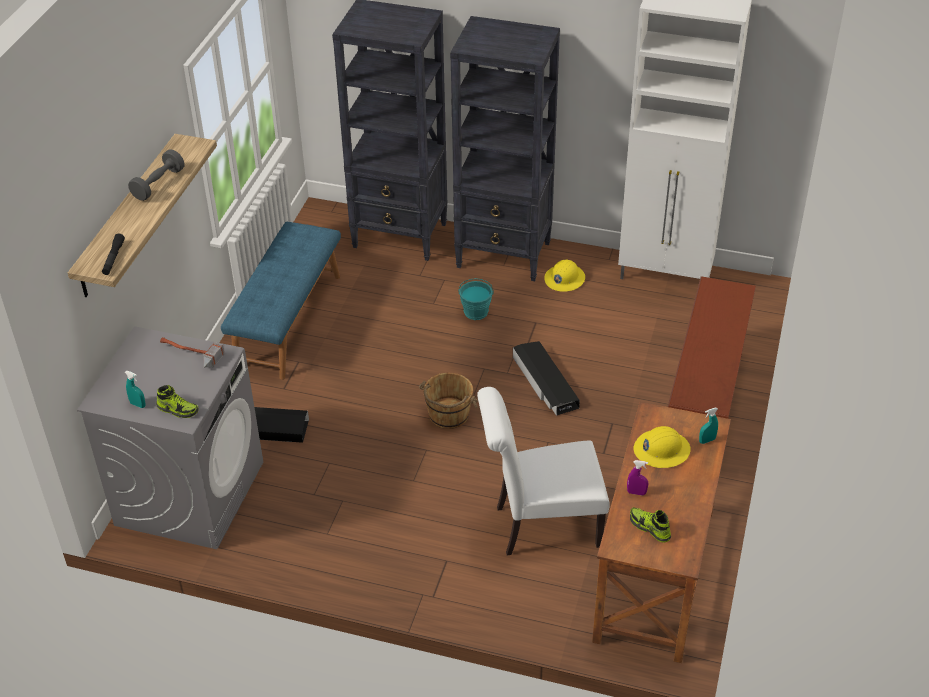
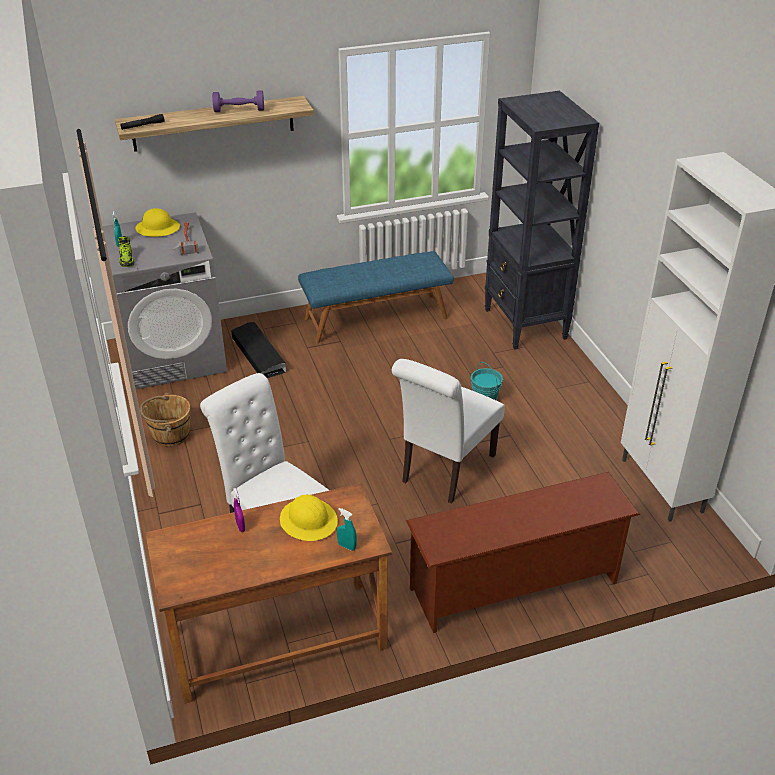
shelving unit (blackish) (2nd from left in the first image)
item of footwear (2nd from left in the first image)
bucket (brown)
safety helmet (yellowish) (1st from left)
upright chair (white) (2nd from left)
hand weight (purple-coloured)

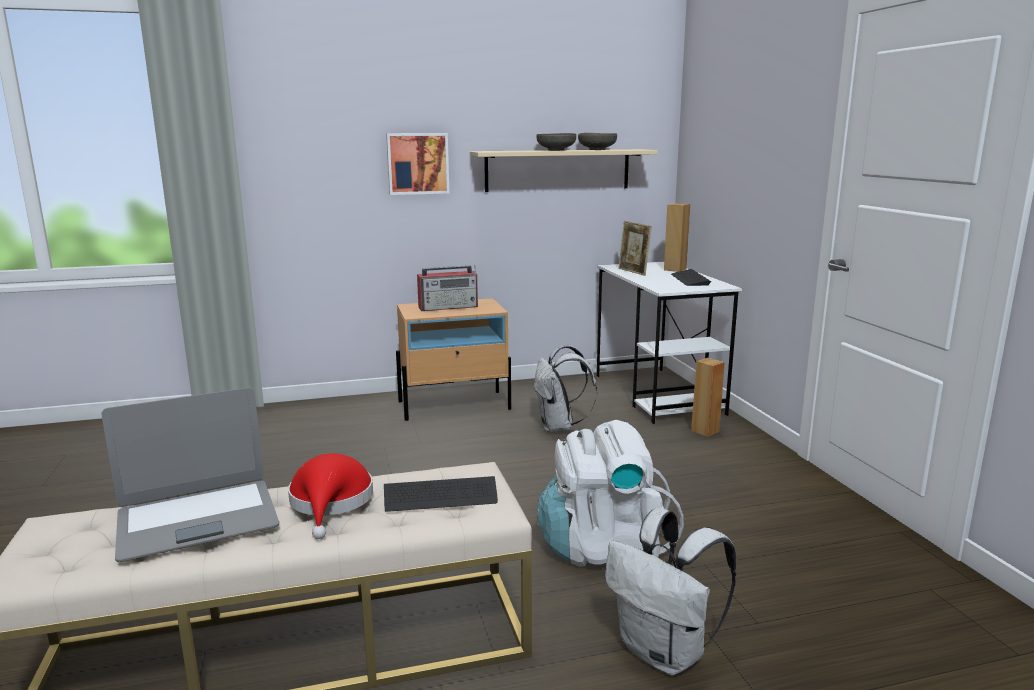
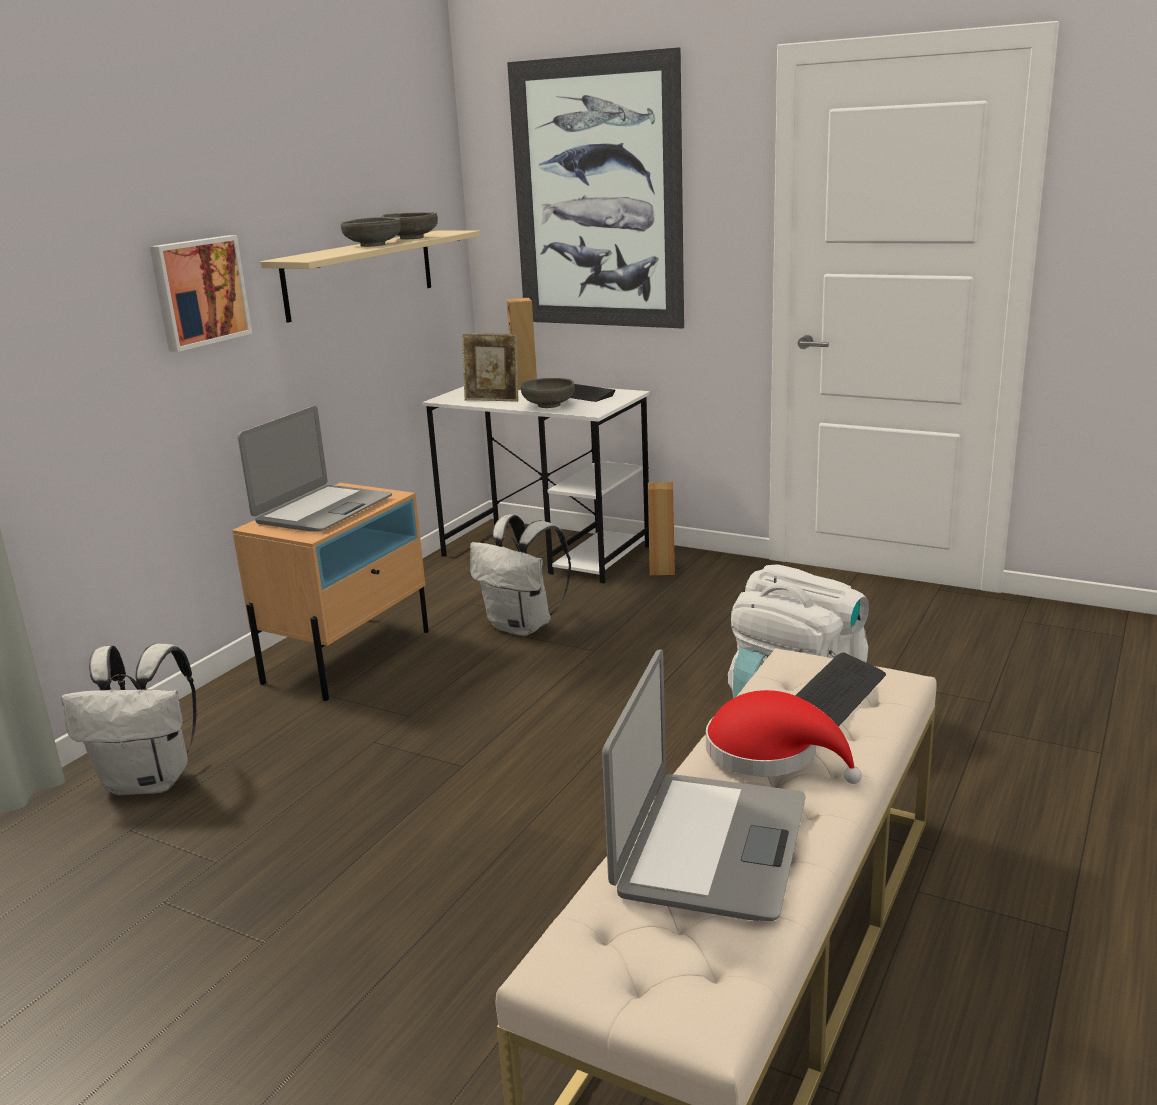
wall art (2nd from left)
bowl (greyish) (3rd from left)
knapsack (white) (1st from left)
laptop (1st from left)

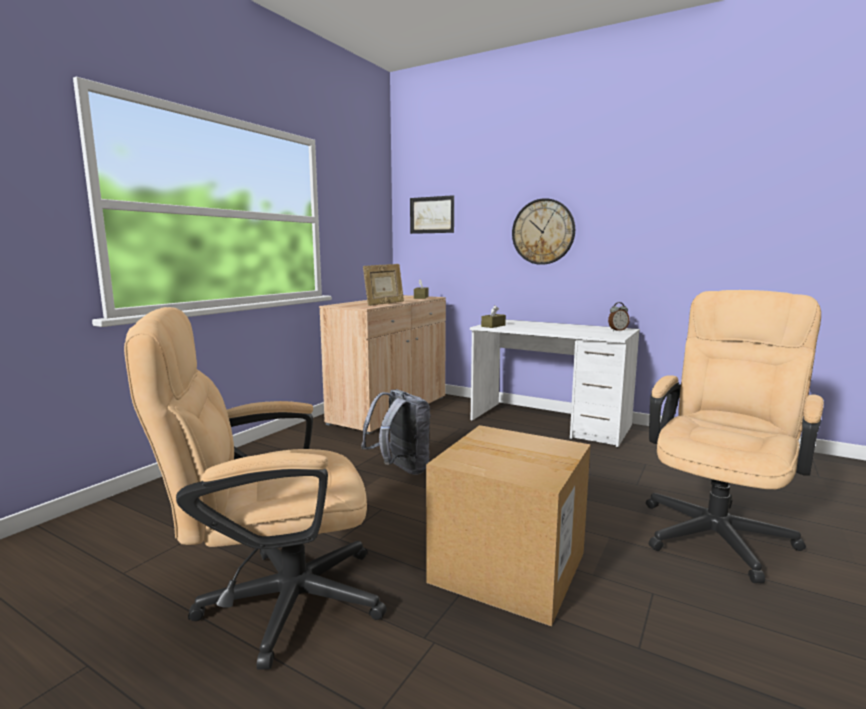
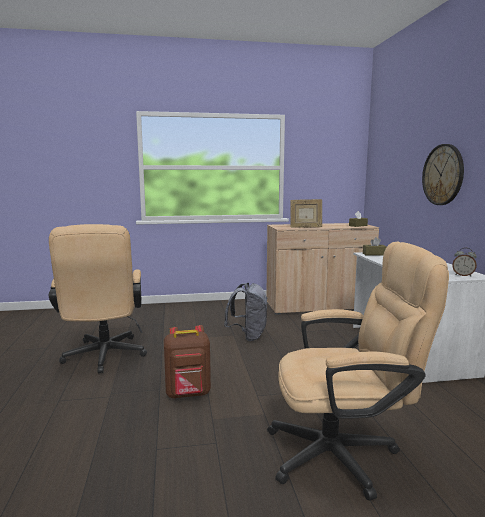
wall art
knapsack (brown)
desk chair (sand-coloured) (1st from left)

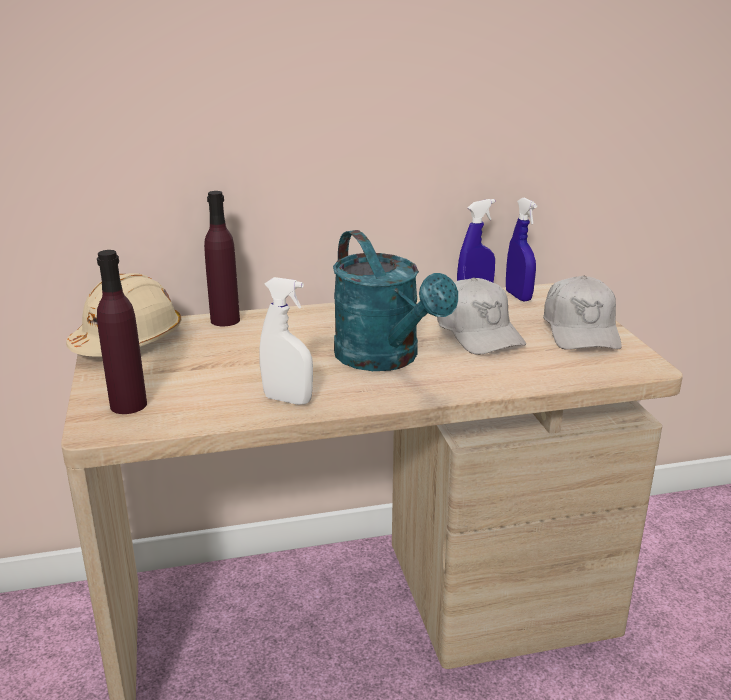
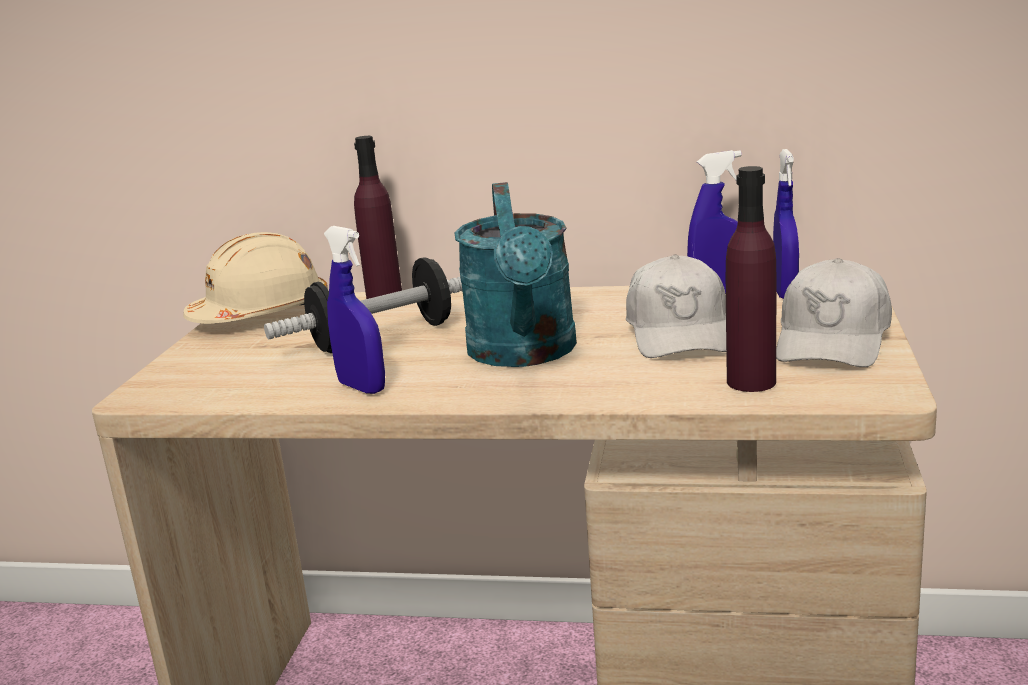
hand weight
bottle (purple-coloured) (2nd from left)
sprayer (blue-coloured) (1st from left)

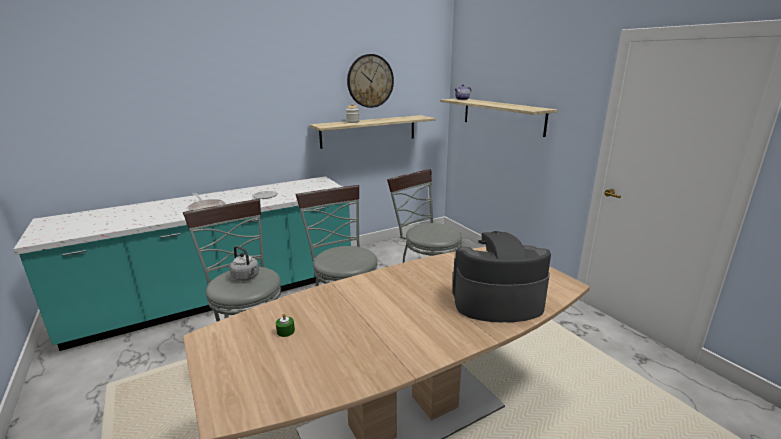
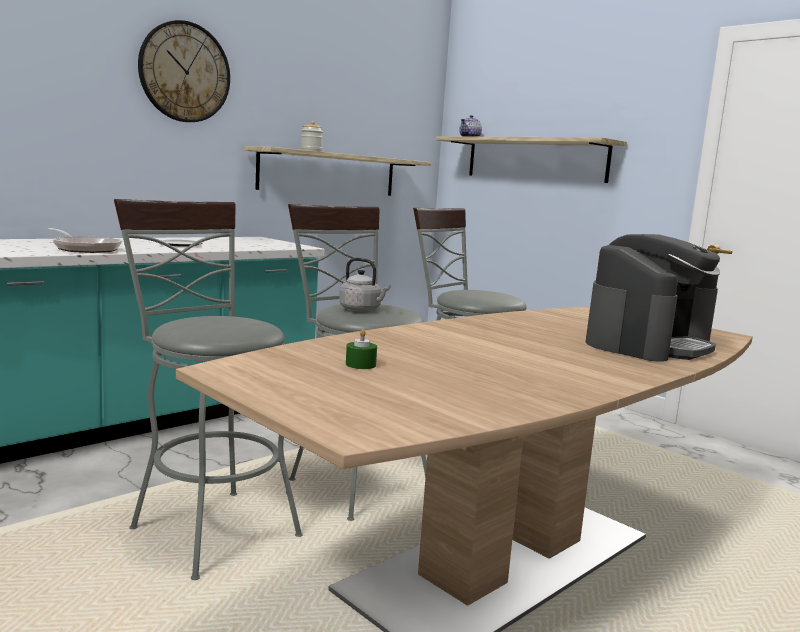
kettle (greyish)
clock on the wall
coffee brewer

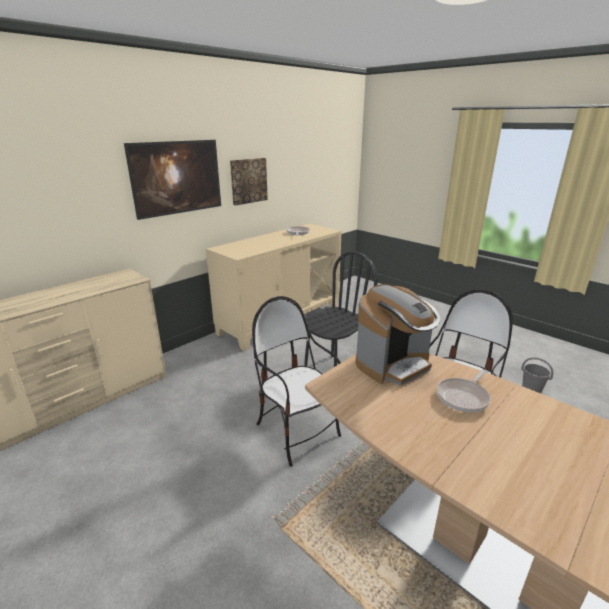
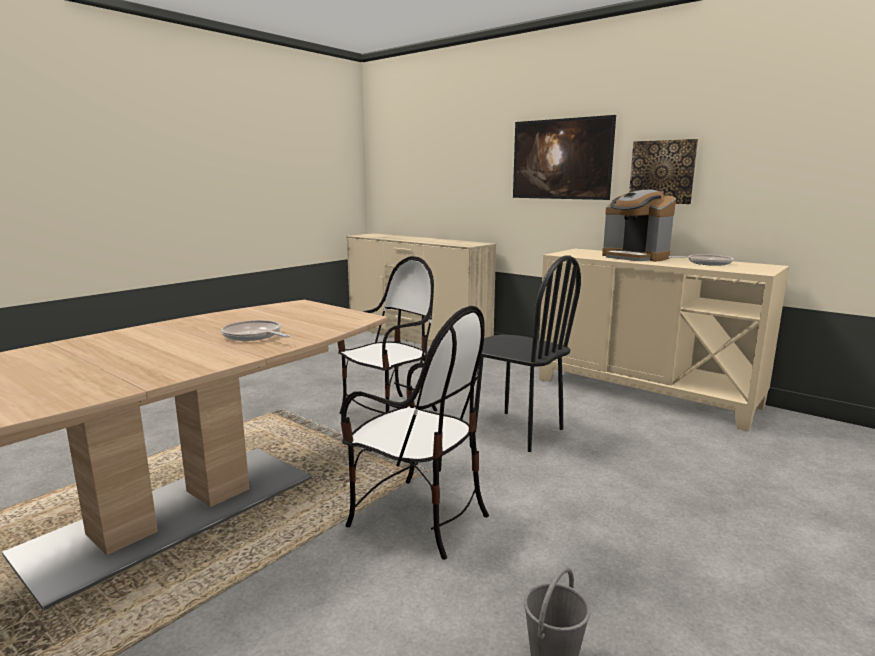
coffee brewer

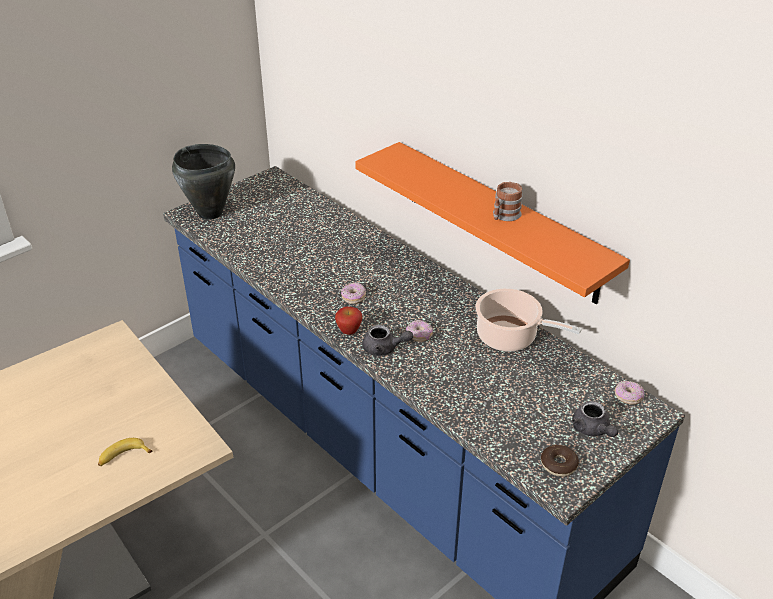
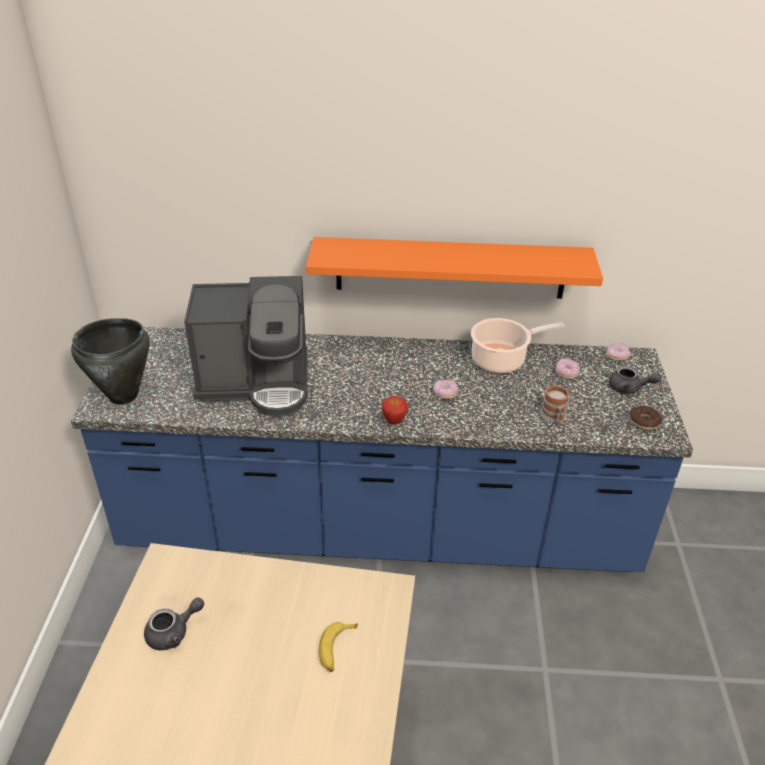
coffee brewer
ring doughnut (2nd from left)
pot for tea (greyish) (1st from left)
tea mug

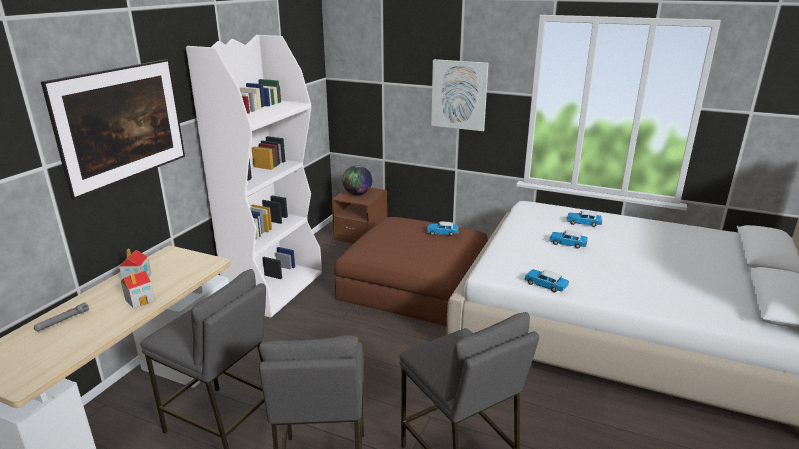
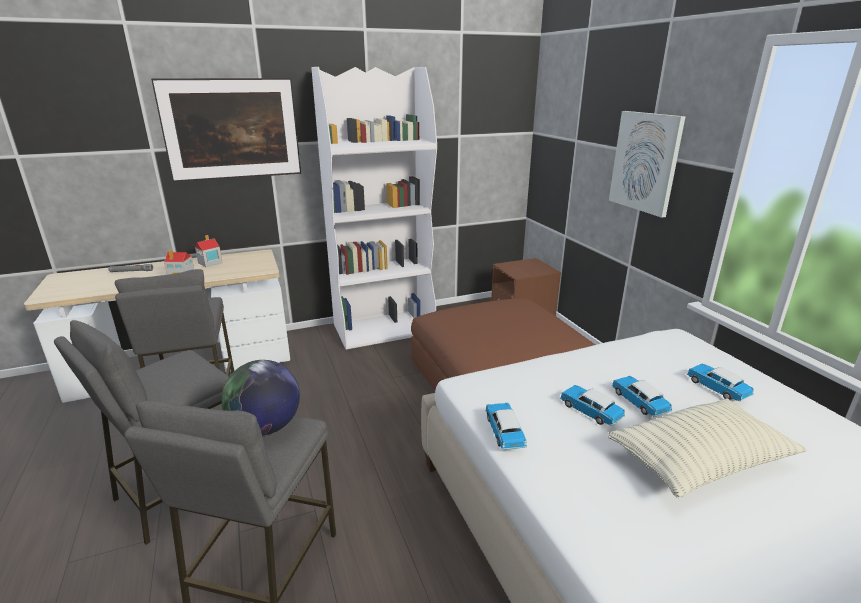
pillow
desk globe
model car (2nd from left)

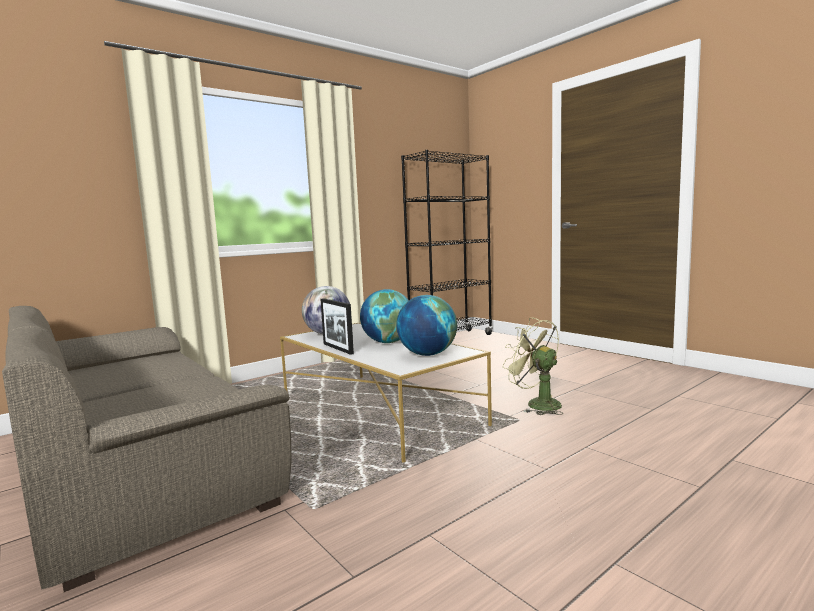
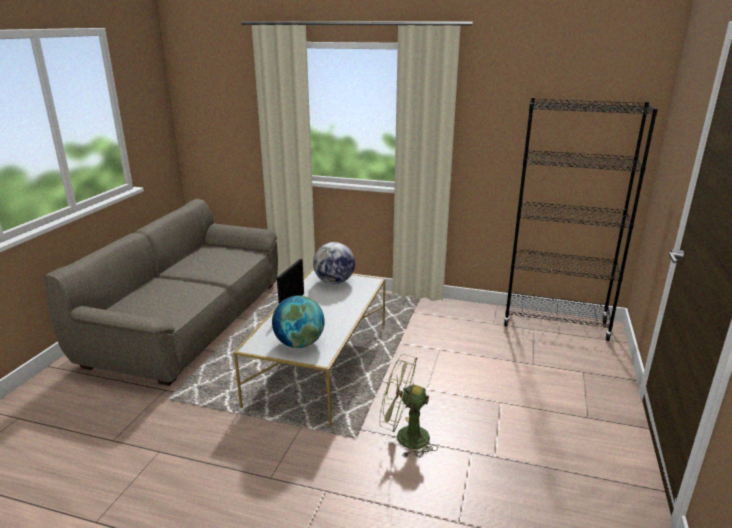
desk globe (2nd from left in the first image)
cooling fan (green)

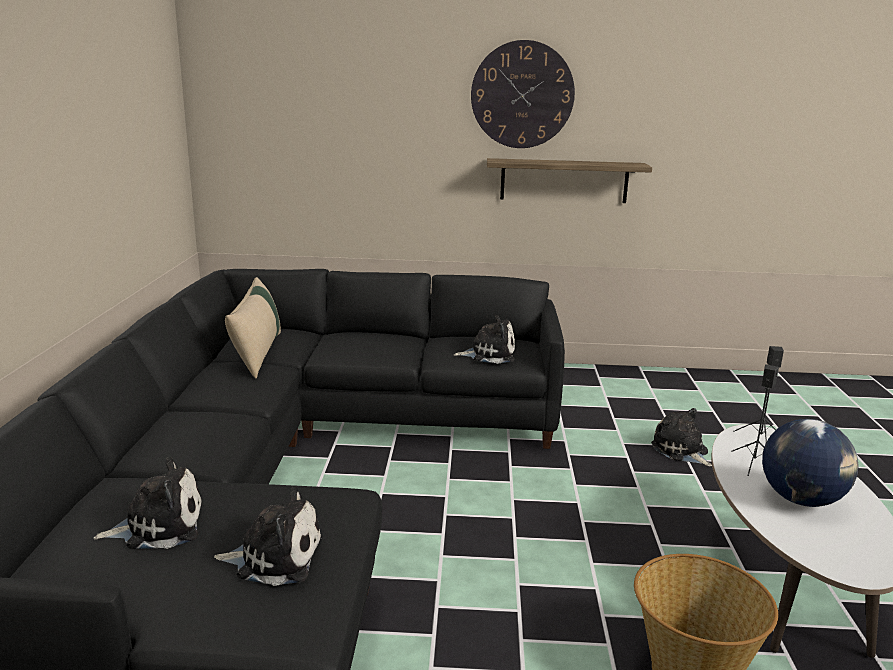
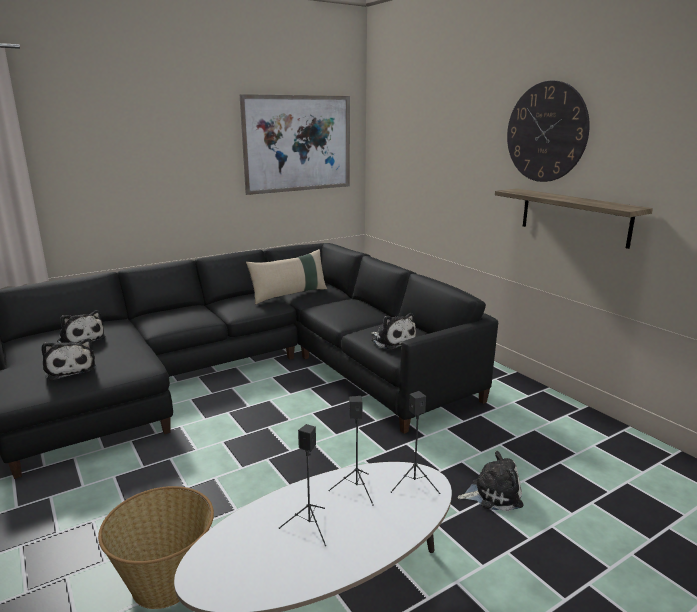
wall art
audio speaker (blackish) (1st from left)
plush toy (4th from left)

